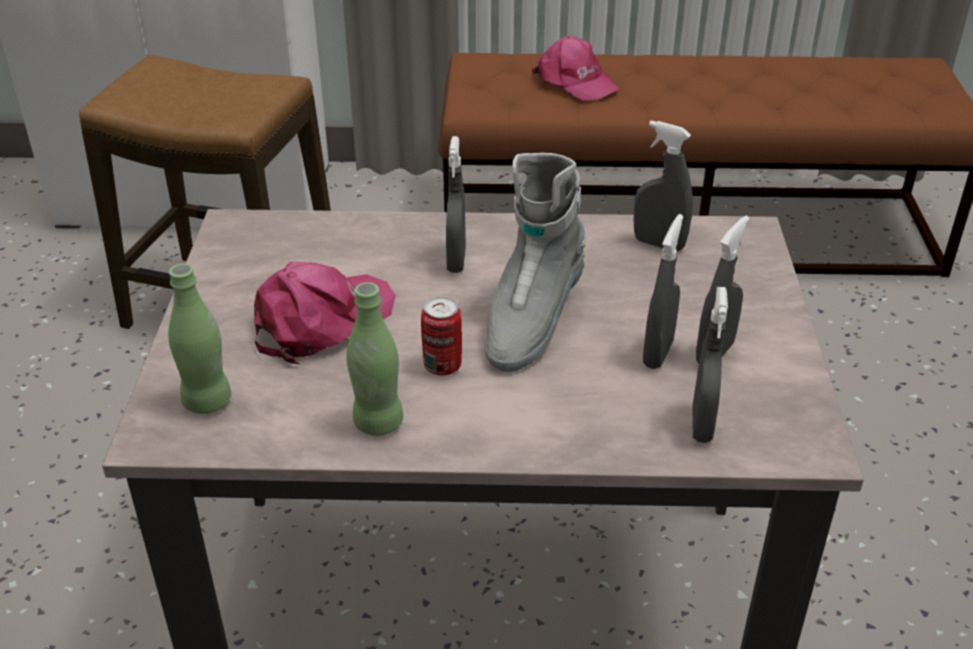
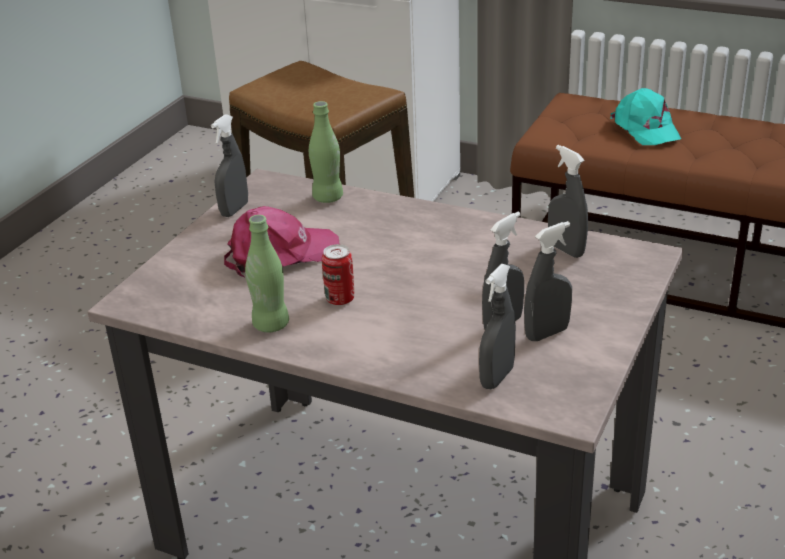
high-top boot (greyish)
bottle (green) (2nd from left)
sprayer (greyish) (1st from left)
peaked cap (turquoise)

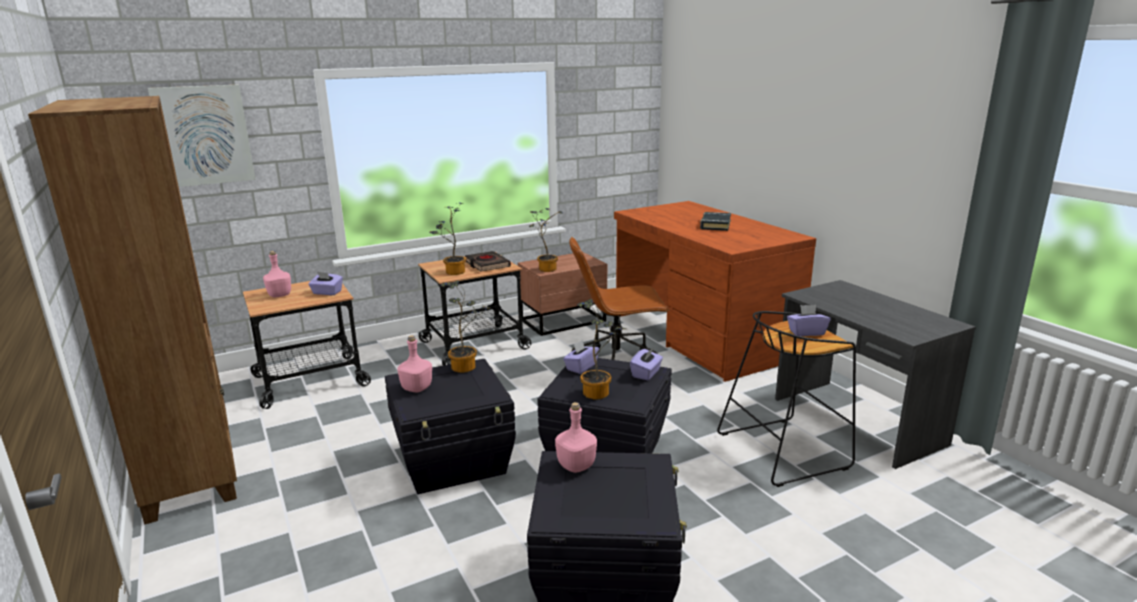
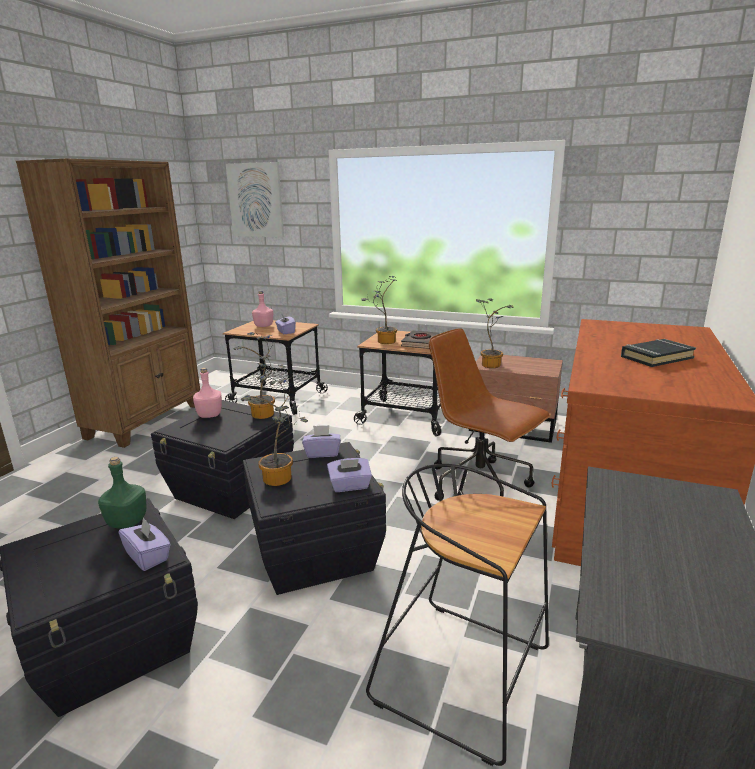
tissue holder (purple-coloured) (1st from left)
bottle (green)

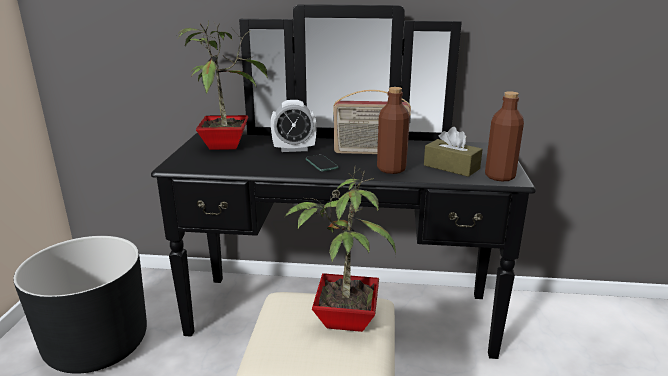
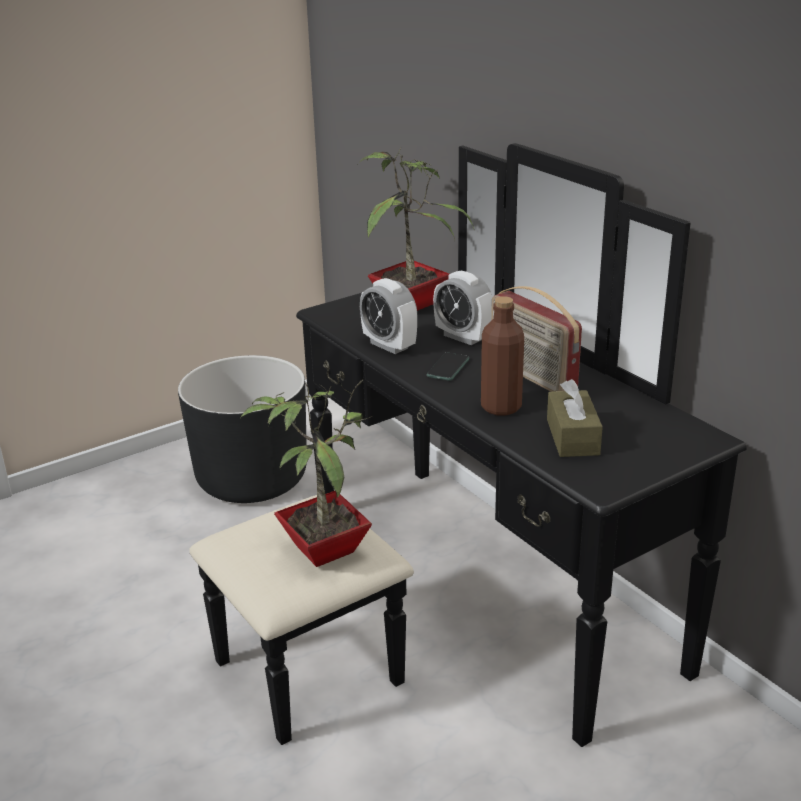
bottle (brown) (2nd from left in the first image)
table clock (1st from left)

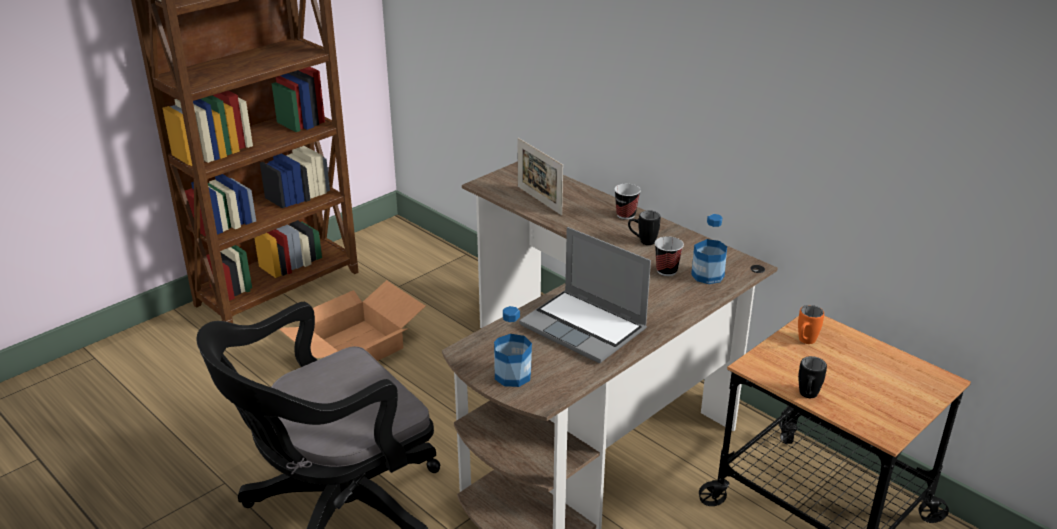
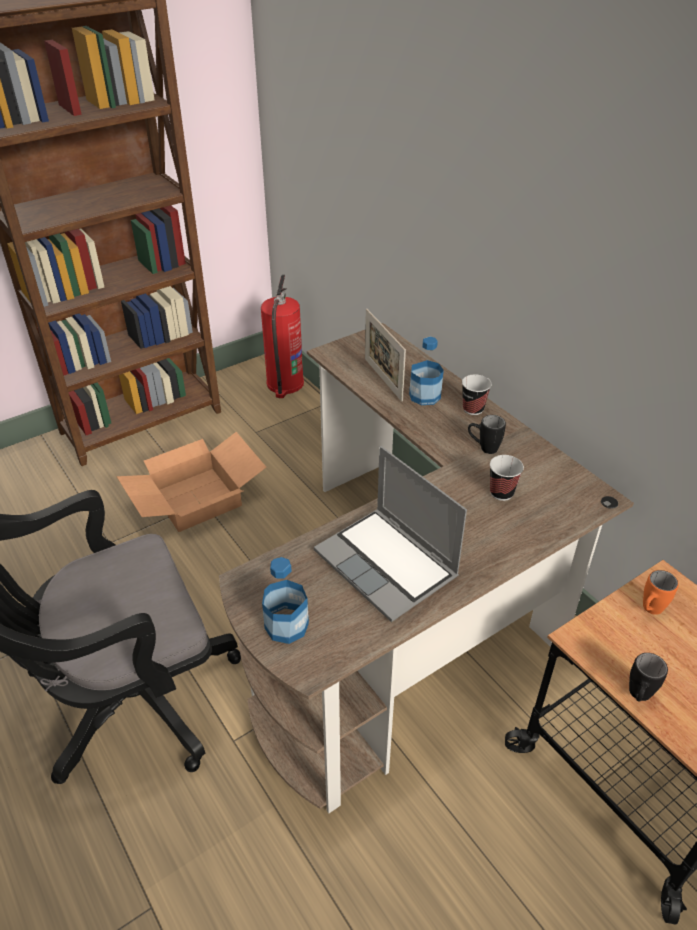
fire extinguisher
bottle (2nd from left)

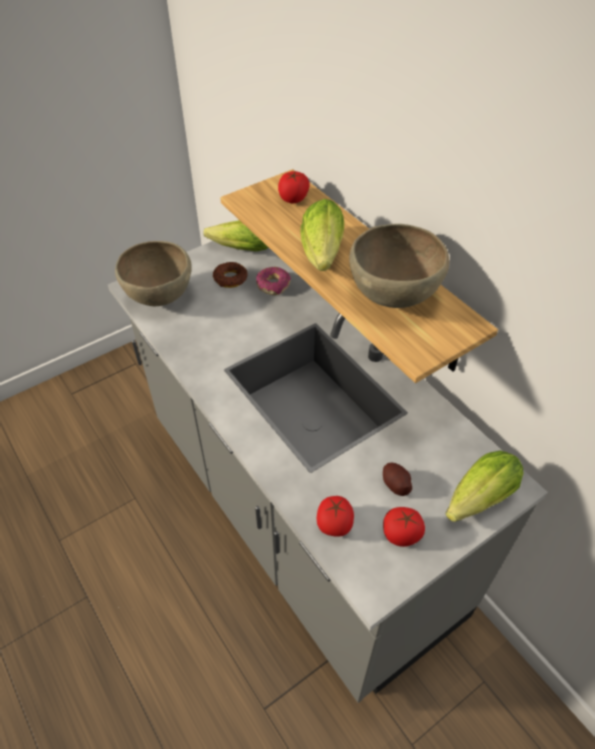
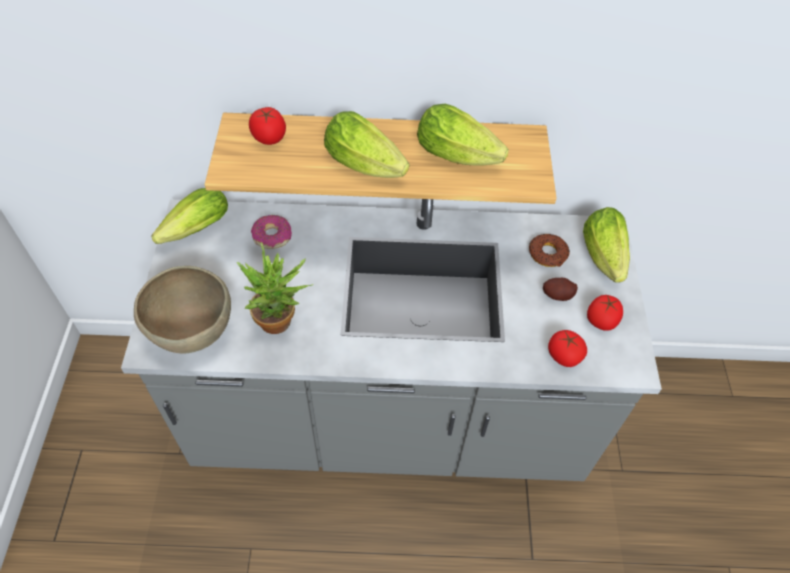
houseplant
ring doughnut (2nd from left)
lettuce head (3rd from left)

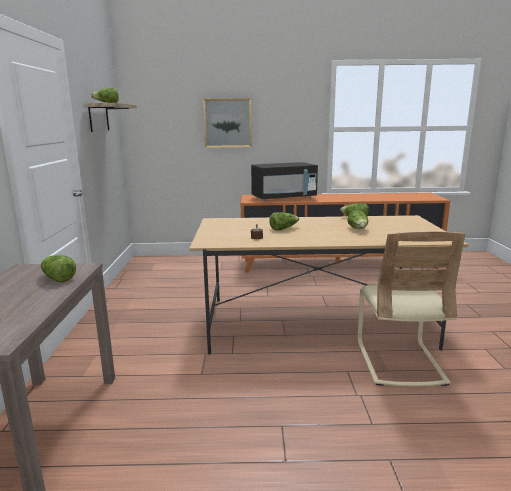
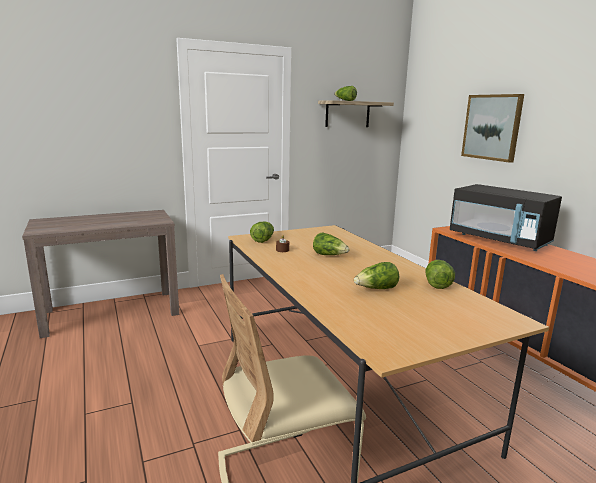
lettuce head (1st from left)

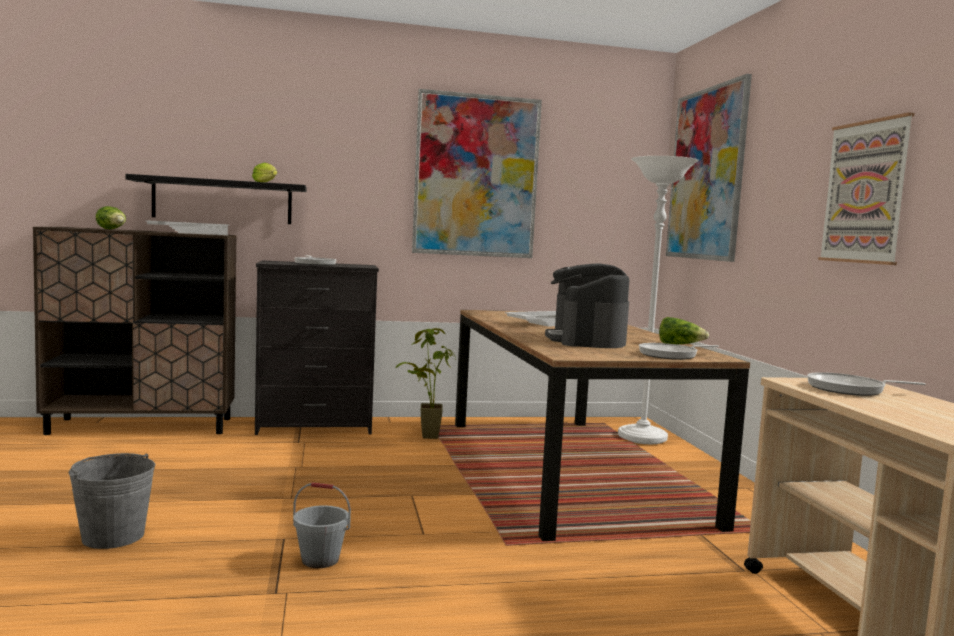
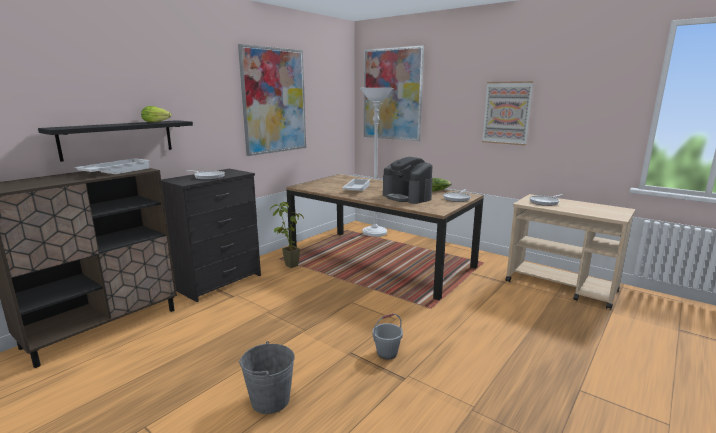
lettuce head (1st from left in the first image)

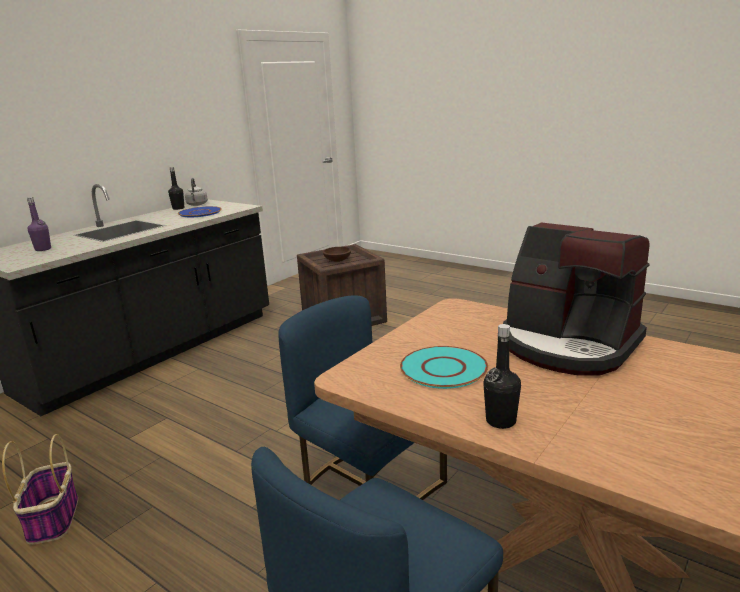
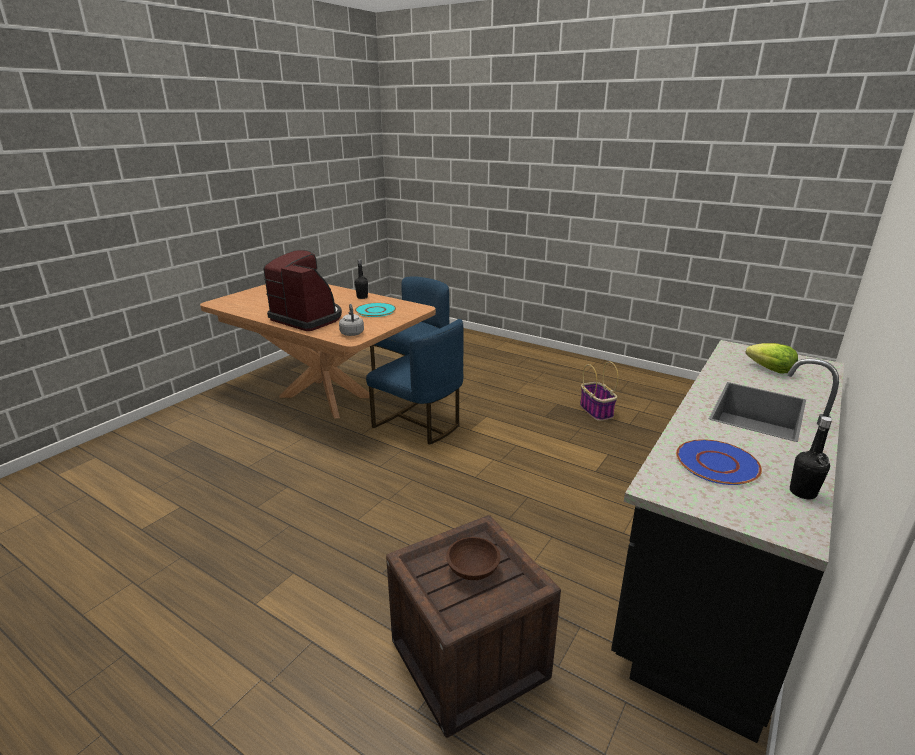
kettle (greyish)
lettuce head

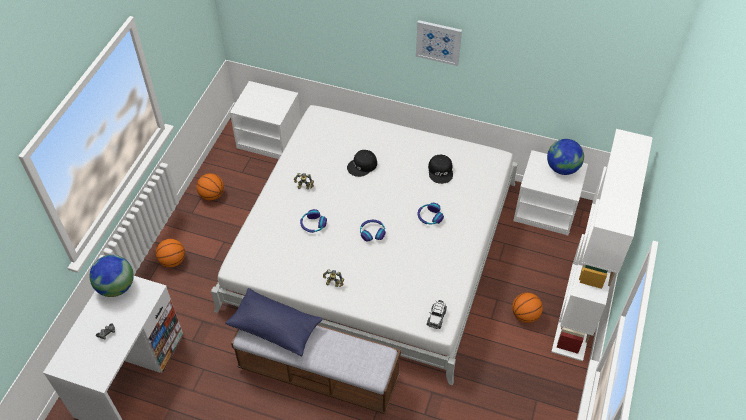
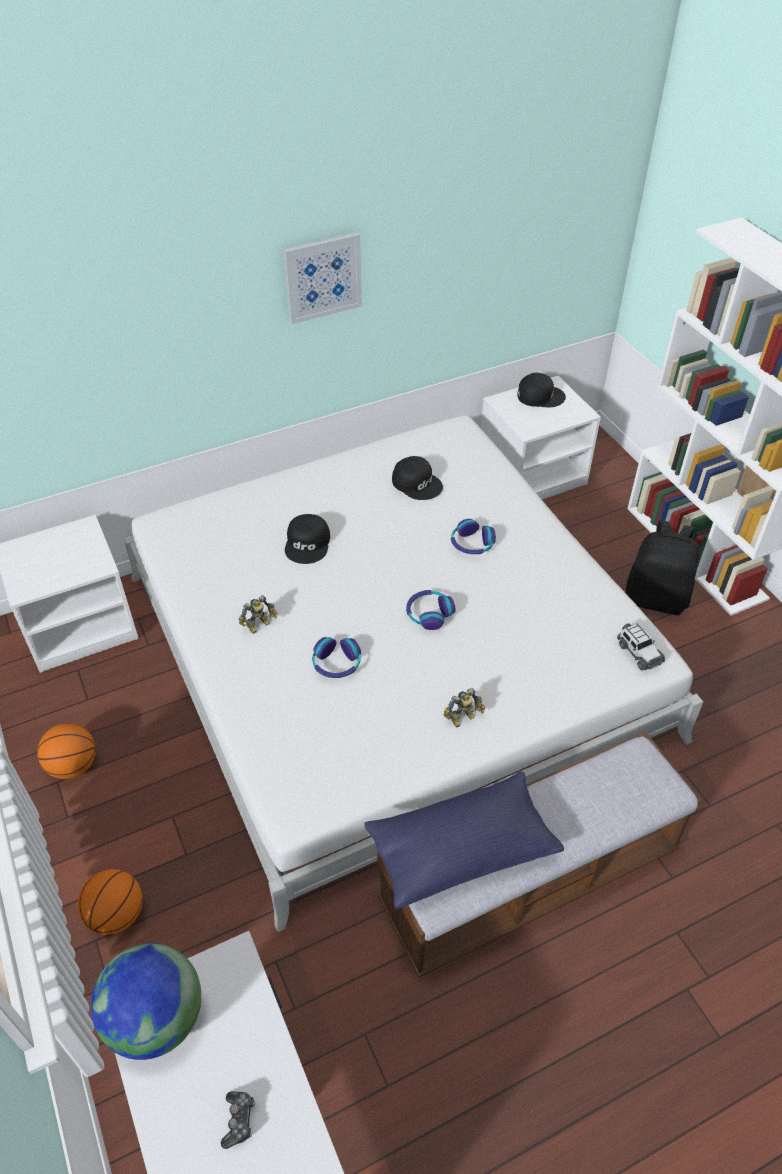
knapsack (blackish)
peaked cap (blackish) (3rd from left)

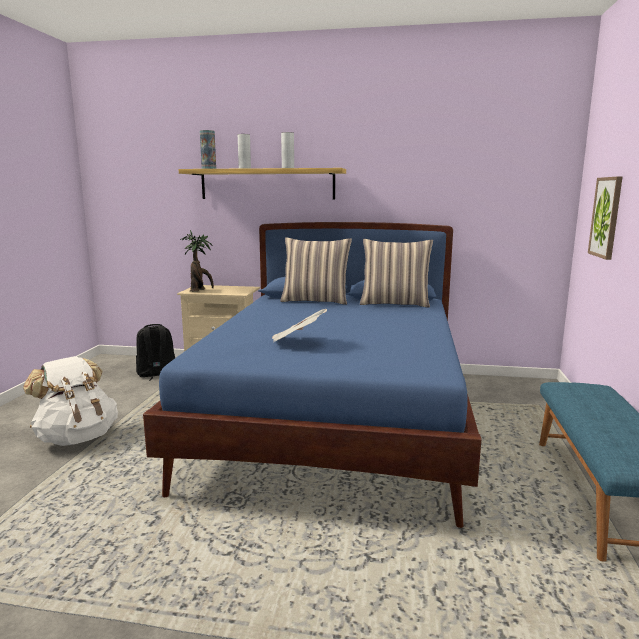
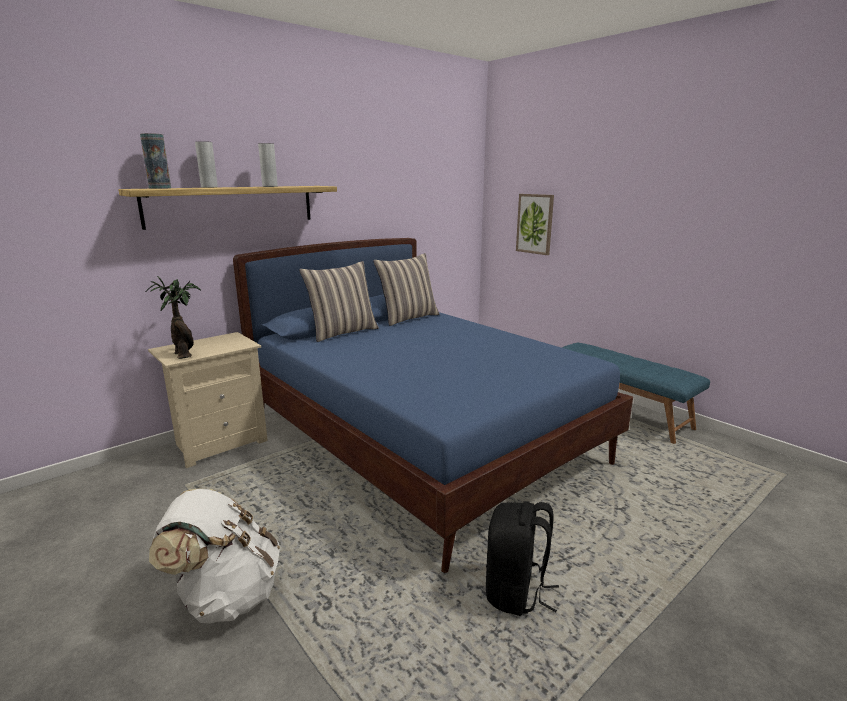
daily paper
knapsack (blackish)

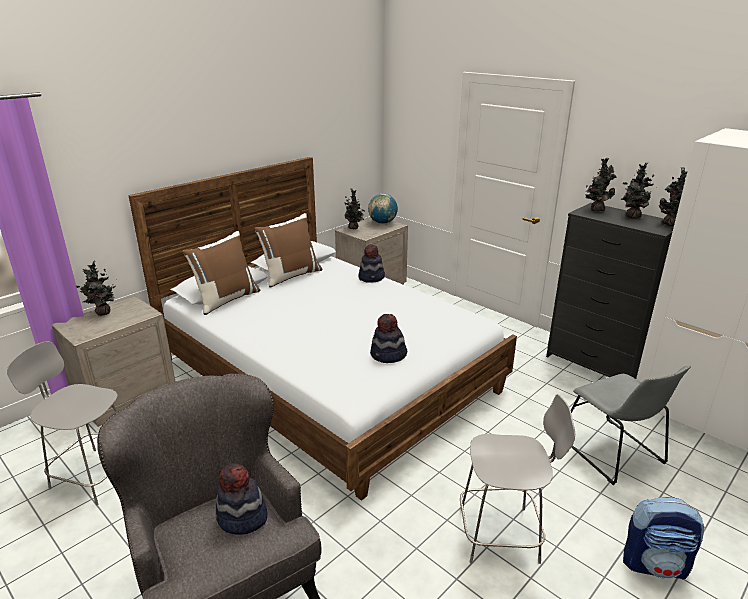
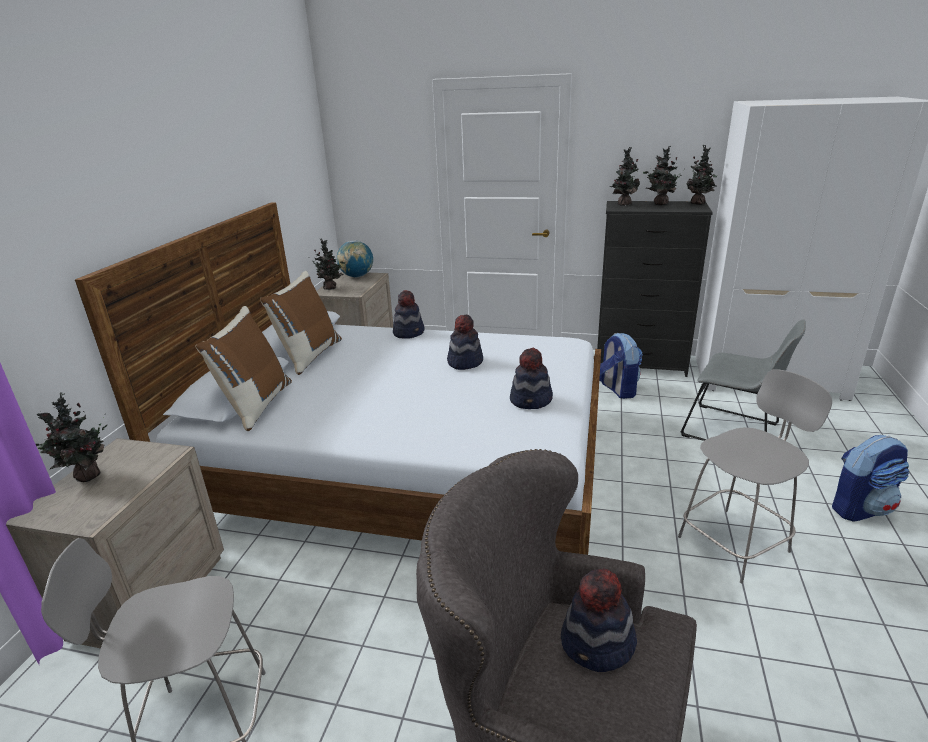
hat (2nd from left)
knapsack (1st from left)

